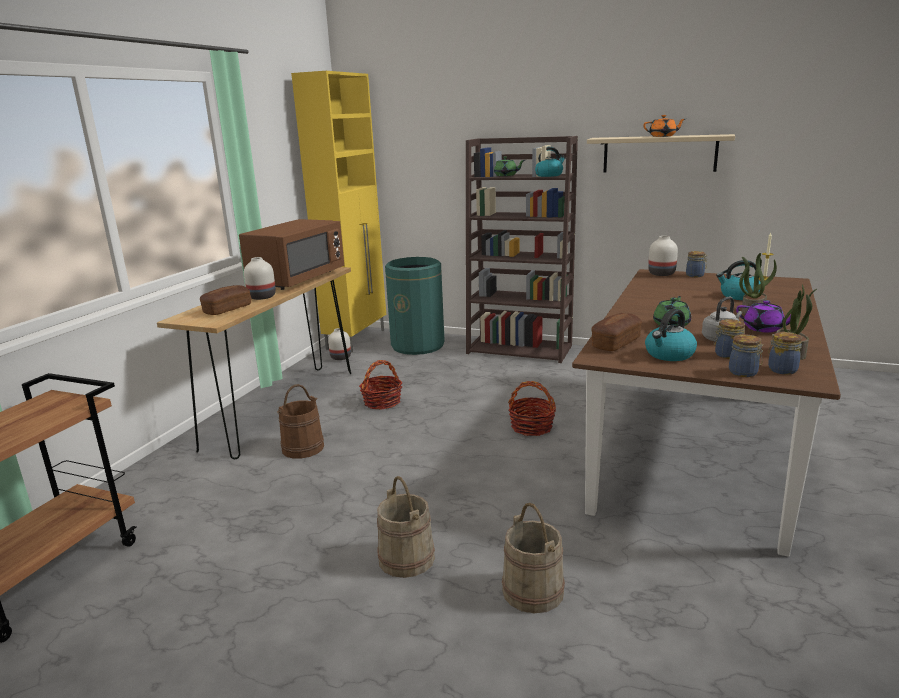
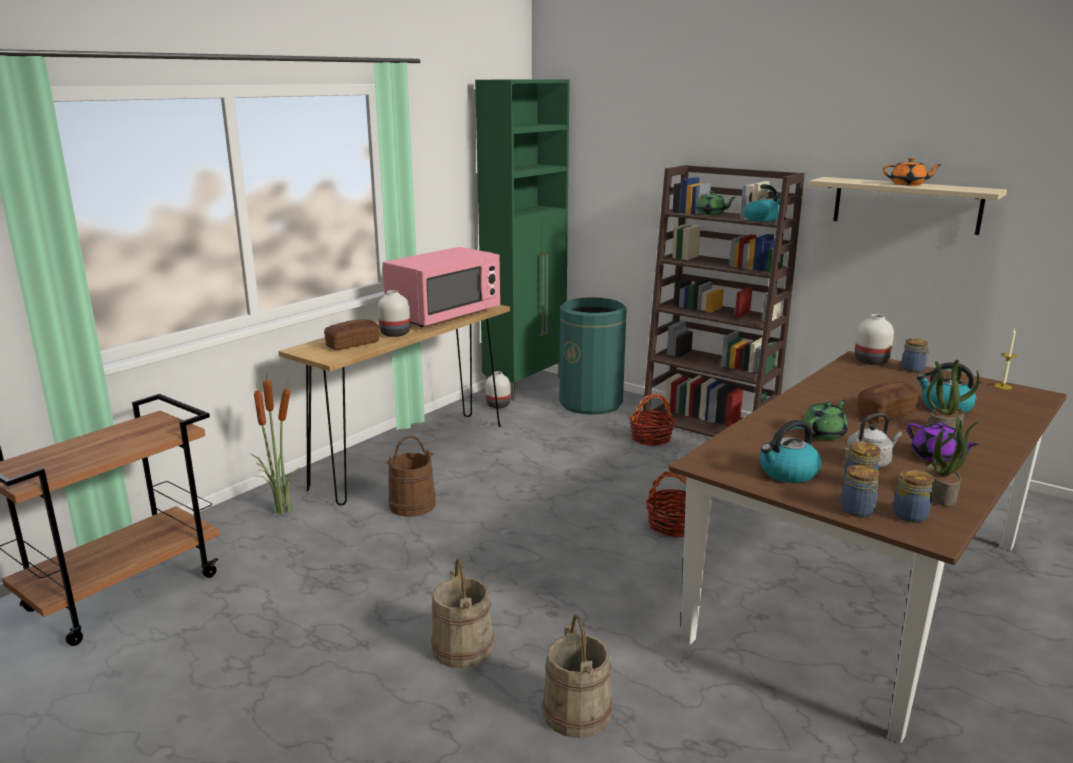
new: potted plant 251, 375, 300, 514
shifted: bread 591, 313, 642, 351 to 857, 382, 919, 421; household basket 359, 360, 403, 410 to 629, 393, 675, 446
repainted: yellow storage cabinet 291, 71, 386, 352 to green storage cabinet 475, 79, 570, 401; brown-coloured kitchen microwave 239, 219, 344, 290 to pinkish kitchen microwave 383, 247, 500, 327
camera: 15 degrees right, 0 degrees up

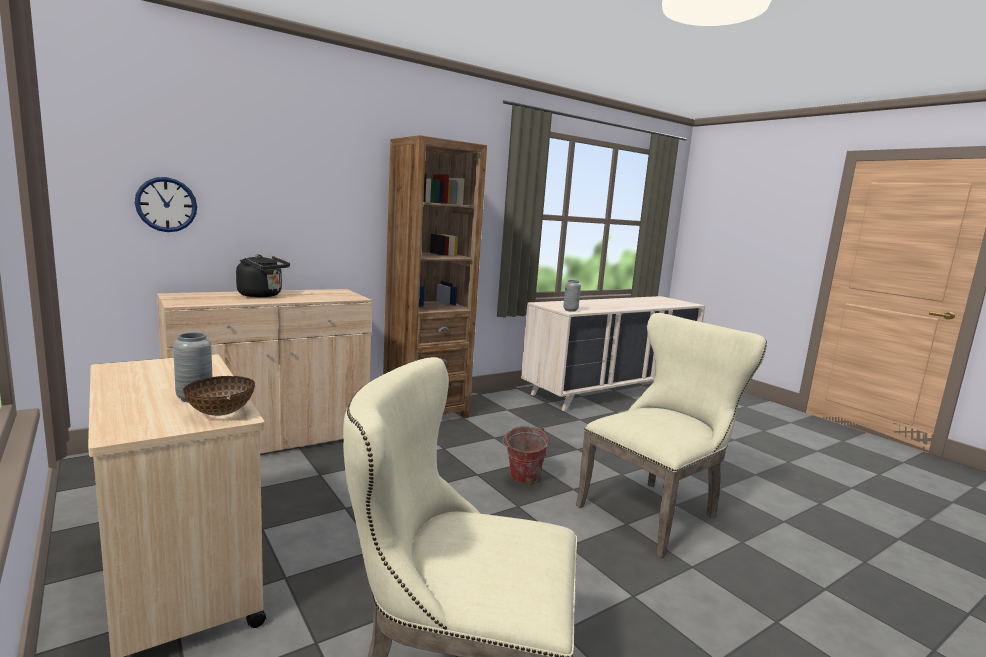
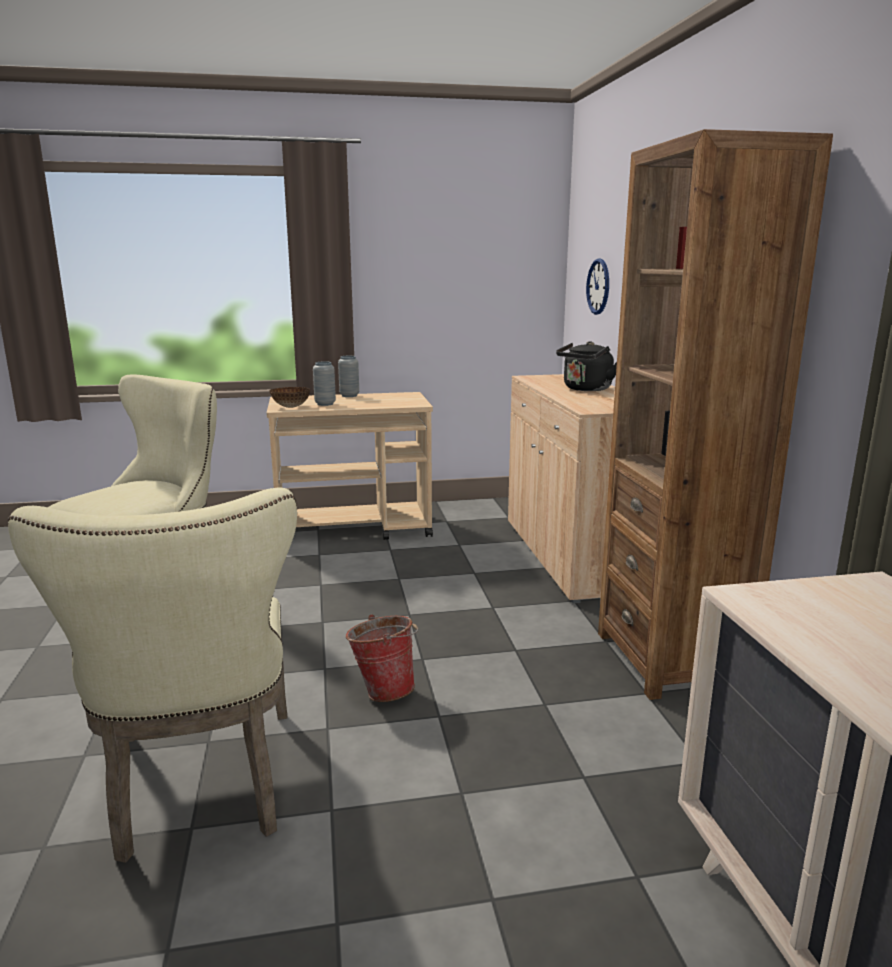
shifted: grey vase 563, 280, 581, 312 to 338, 356, 359, 397
camera: 115 degrees right, 5 degrees up

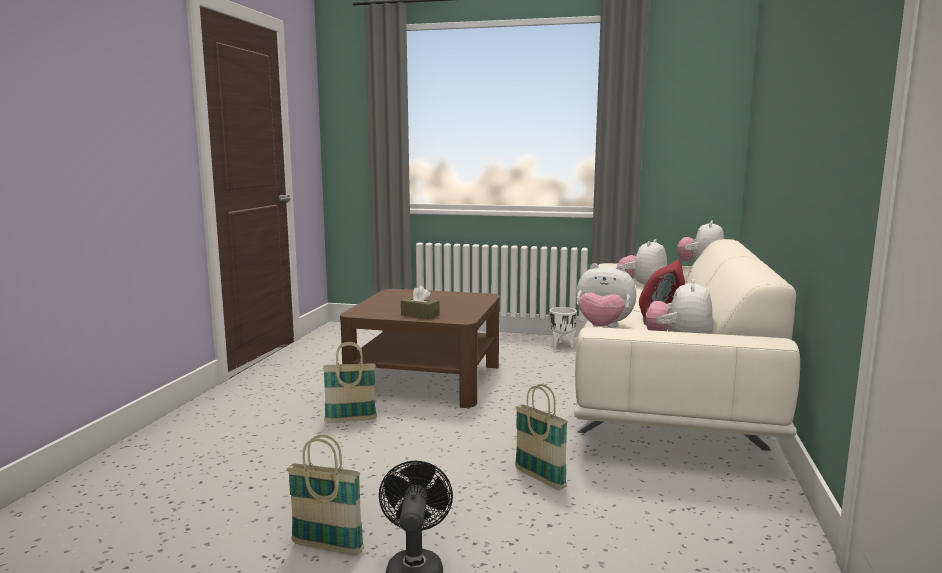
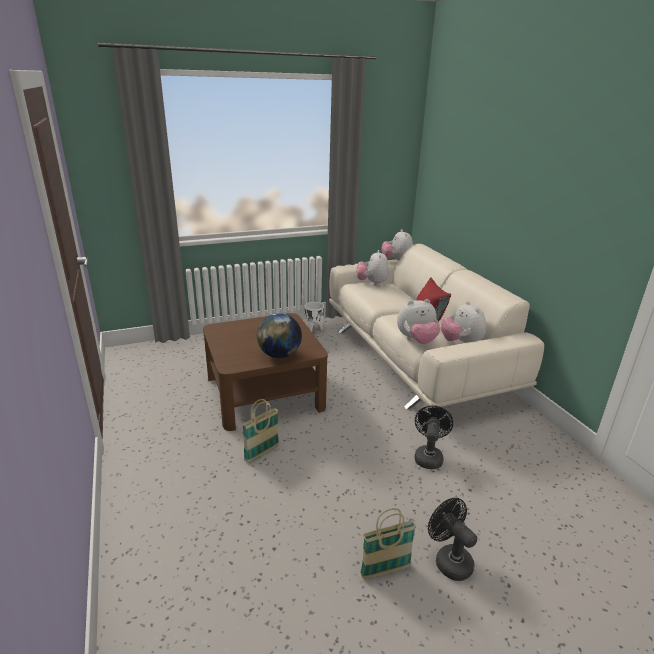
swapped: brown-coloured box of tissues 401, 286, 440, 319 to world globe 257, 313, 302, 358; household basket 515, 384, 568, 490 to black fan 414, 405, 453, 469
camera: 35 degrees left, 15 degrees up

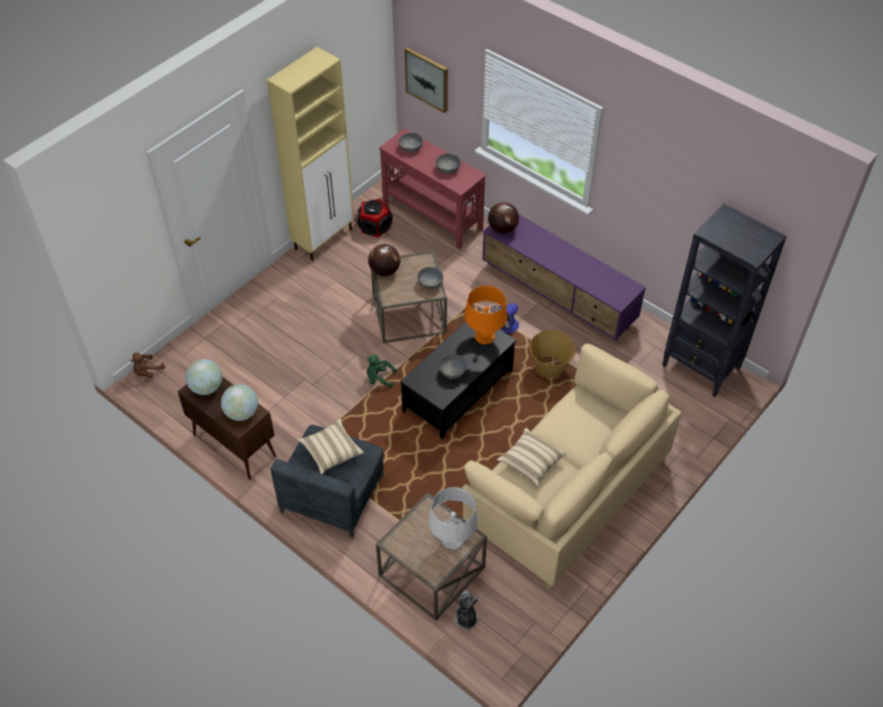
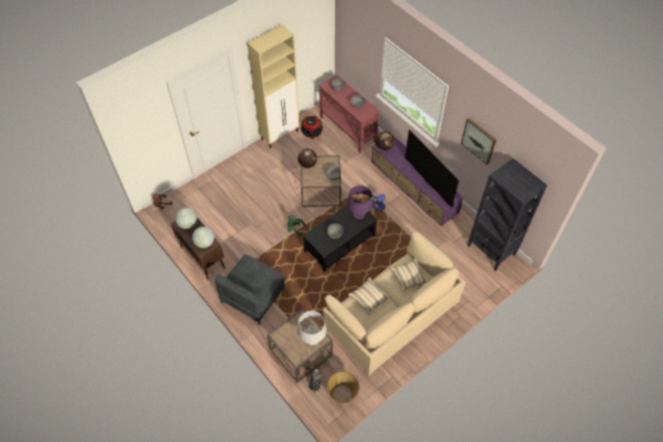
new: TV set 405, 129, 459, 208
shifted: wall picture 405, 47, 448, 113 to 461, 118, 496, 165; household basket 529, 330, 576, 378 to 327, 371, 360, 404; sand-coloured pillow 297, 419, 364, 474 to 390, 258, 428, 292
repainted: orangey tabletop lamp 465, 286, 507, 345 to purple-coloured tabletop lamp 347, 185, 373, 219
camera: 10 degrees right, 5 degrees up

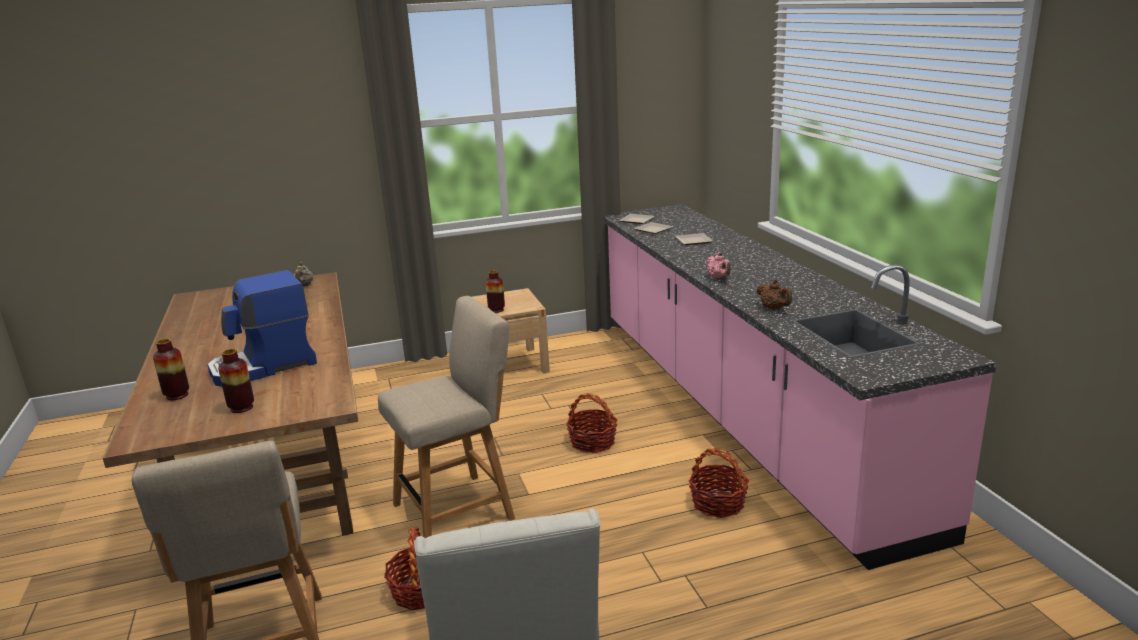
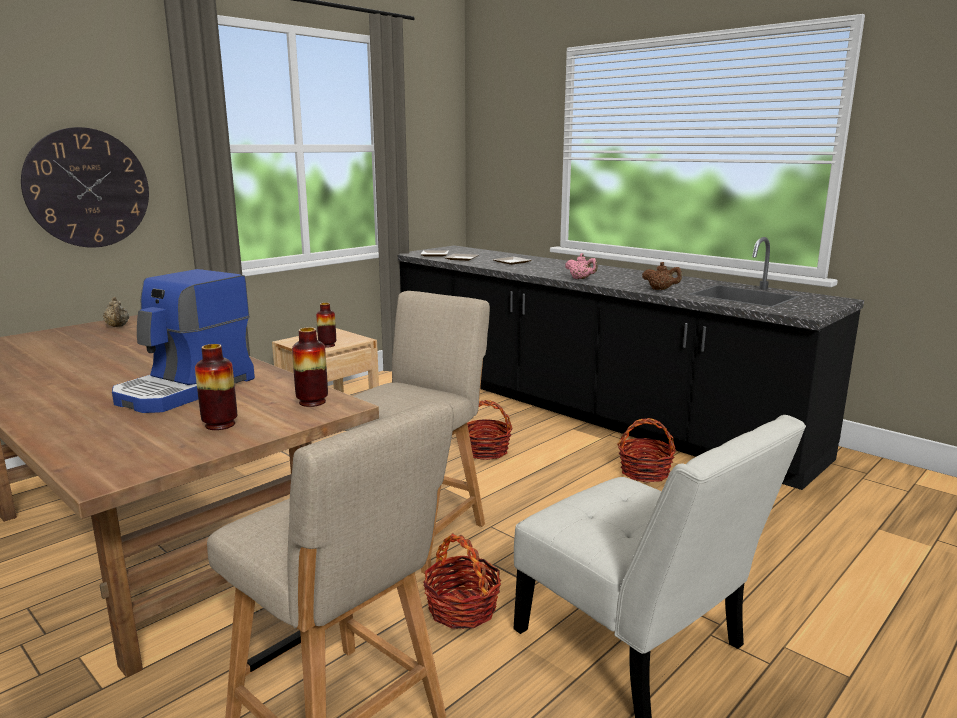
new: clock on the wall 21, 127, 149, 248
shifted: vase 153, 339, 189, 400 to 292, 327, 328, 407
repainted: pinkish kitchen base unit 604, 204, 997, 570 to black kitchen base unit 398, 237, 864, 490
camera: 30 degrees left, 5 degrees down

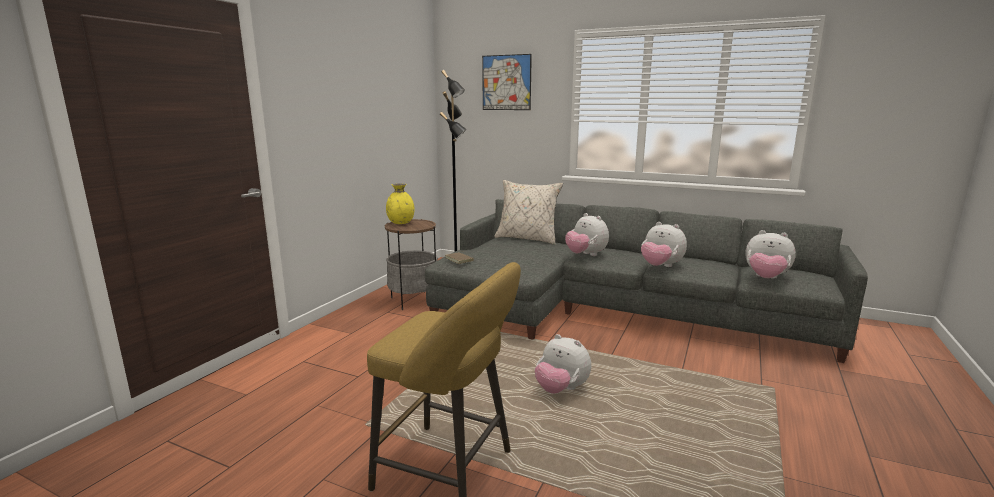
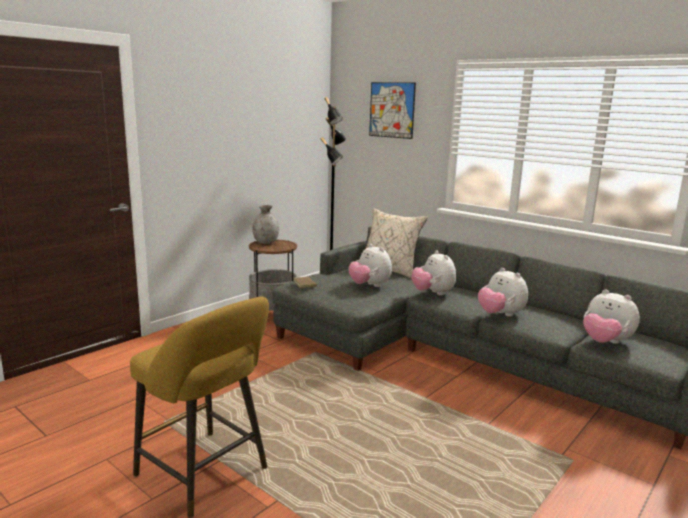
shifted: cuddly toy 535, 334, 591, 394 to 349, 244, 392, 287
repainted: yellow vase 386, 183, 415, 224 to grey vase 252, 205, 279, 244
camera: 15 degrees right, 0 degrees up

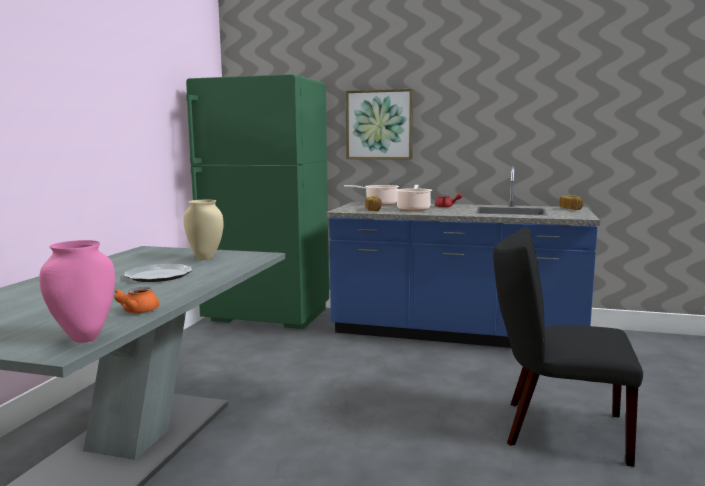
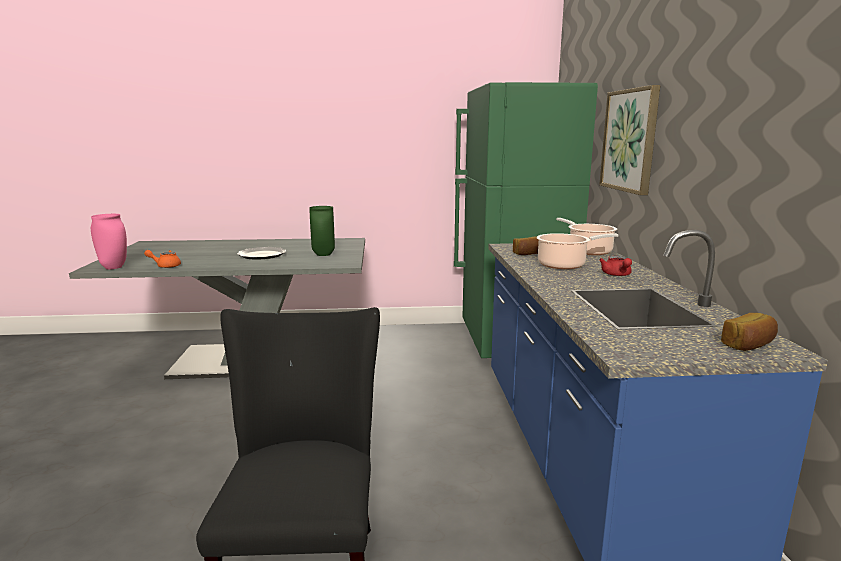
repainted: sand-coloured vase 183, 200, 224, 260 to green vase 309, 206, 335, 256
camera: 70 degrees right, 5 degrees up

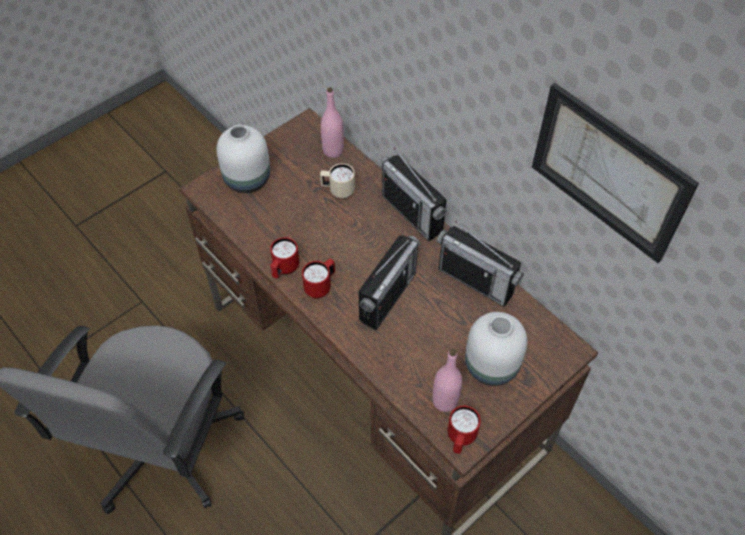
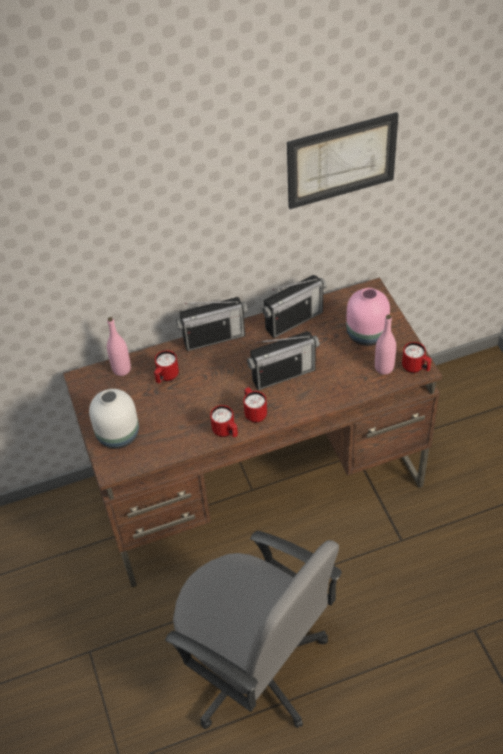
repainted: sand-coloured mug 320, 163, 355, 199 to reddish mug 154, 350, 179, 383; whitish vase 465, 312, 527, 386 to pinkish vase 346, 288, 390, 346
rotated: radio set 358, 235, 420, 330 = 247, 331, 320, 390 105 degrees clockwise
camera: 65 degrees left, 5 degrees down

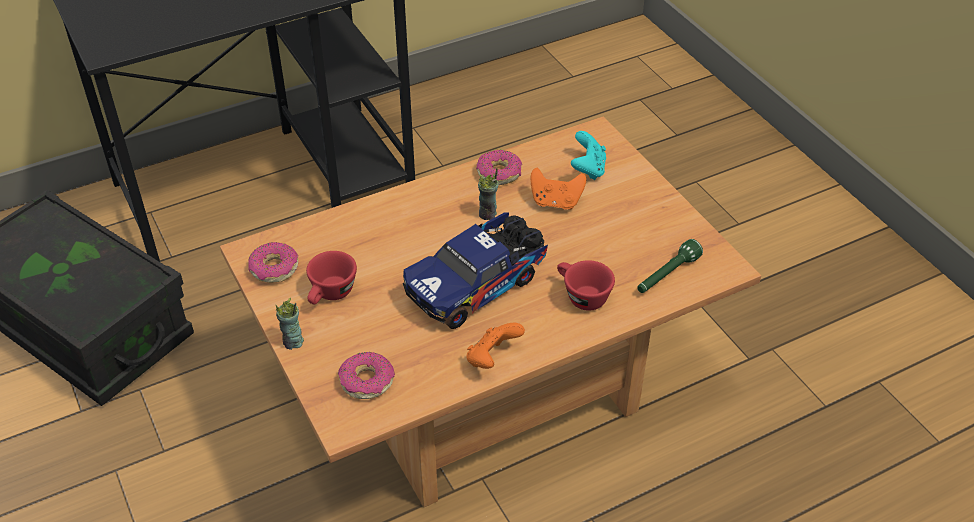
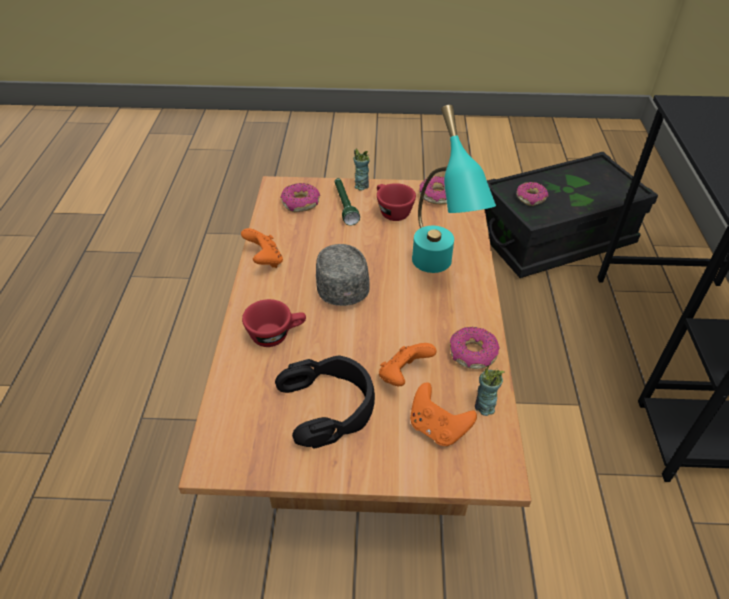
new: turquoise-coloured tabletop lamp 412, 105, 496, 273; donut 517, 182, 549, 206; black pair of headphones 275, 355, 375, 449
shifted: drinking cup 478, 168, 499, 220 to 475, 365, 505, 416; green torch 637, 239, 703, 293 to 335, 178, 360, 225
swapped: model truck 403, 212, 548, 329 to grey baseball cap 316, 244, 370, 306
repainted: turquoise-coloured joypad 571, 131, 606, 180 to orangey joypad 410, 383, 477, 446
camera: 120 degrees right, 0 degrees up

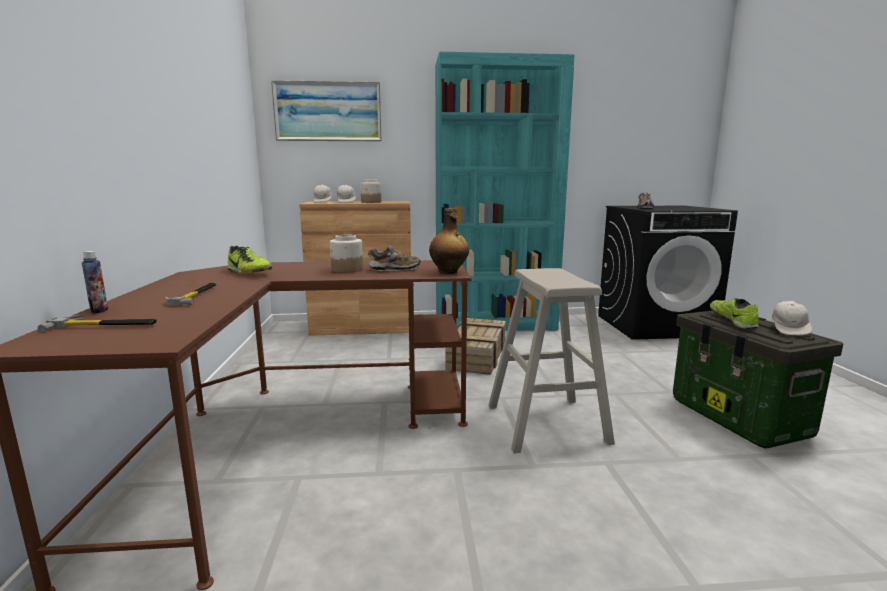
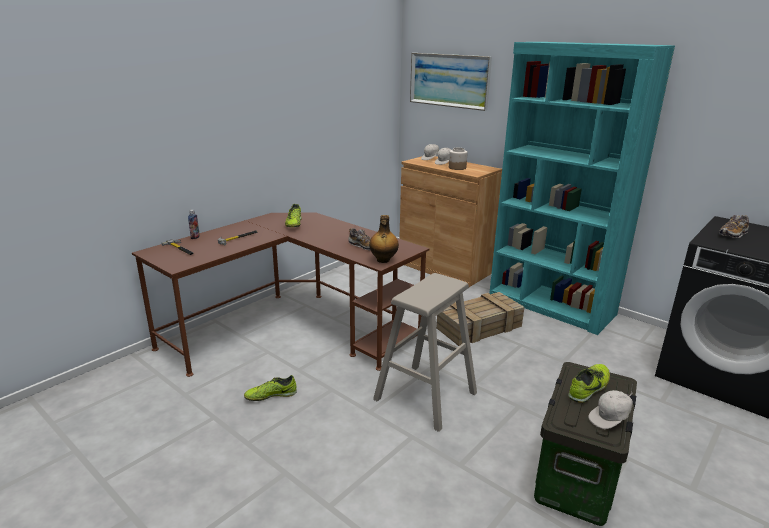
gone: jar 330, 235, 363, 273
new: shoe 244, 375, 297, 401
camera: 45 degrees right, 10 degrees up

